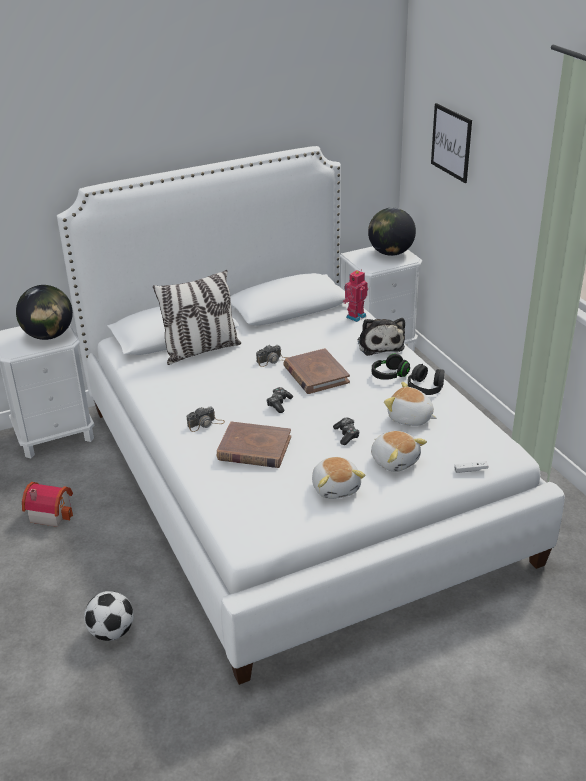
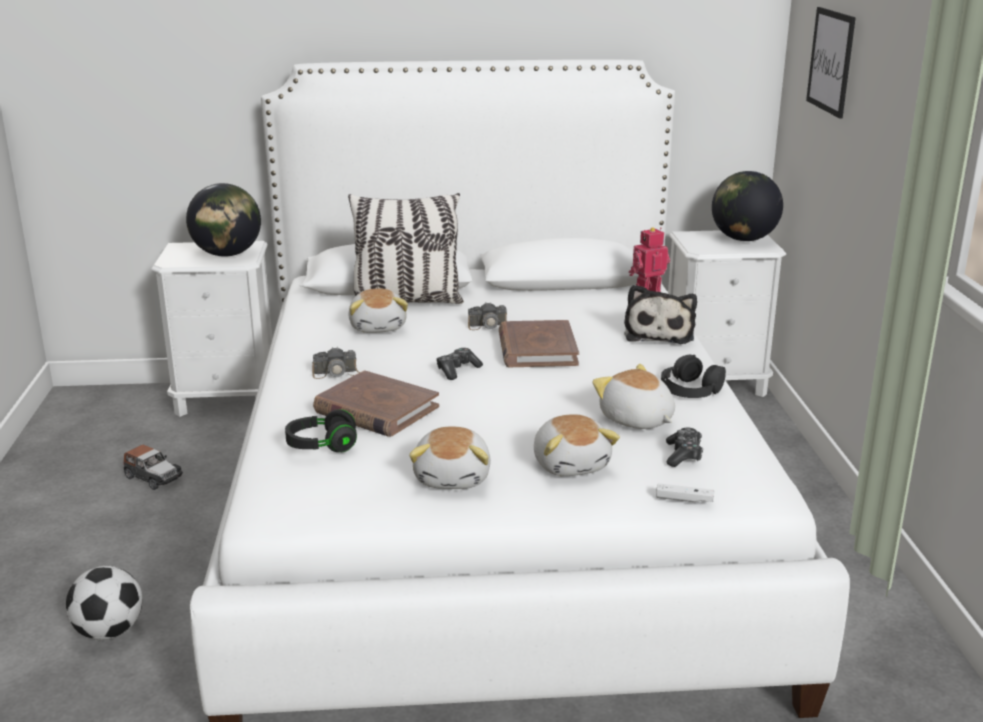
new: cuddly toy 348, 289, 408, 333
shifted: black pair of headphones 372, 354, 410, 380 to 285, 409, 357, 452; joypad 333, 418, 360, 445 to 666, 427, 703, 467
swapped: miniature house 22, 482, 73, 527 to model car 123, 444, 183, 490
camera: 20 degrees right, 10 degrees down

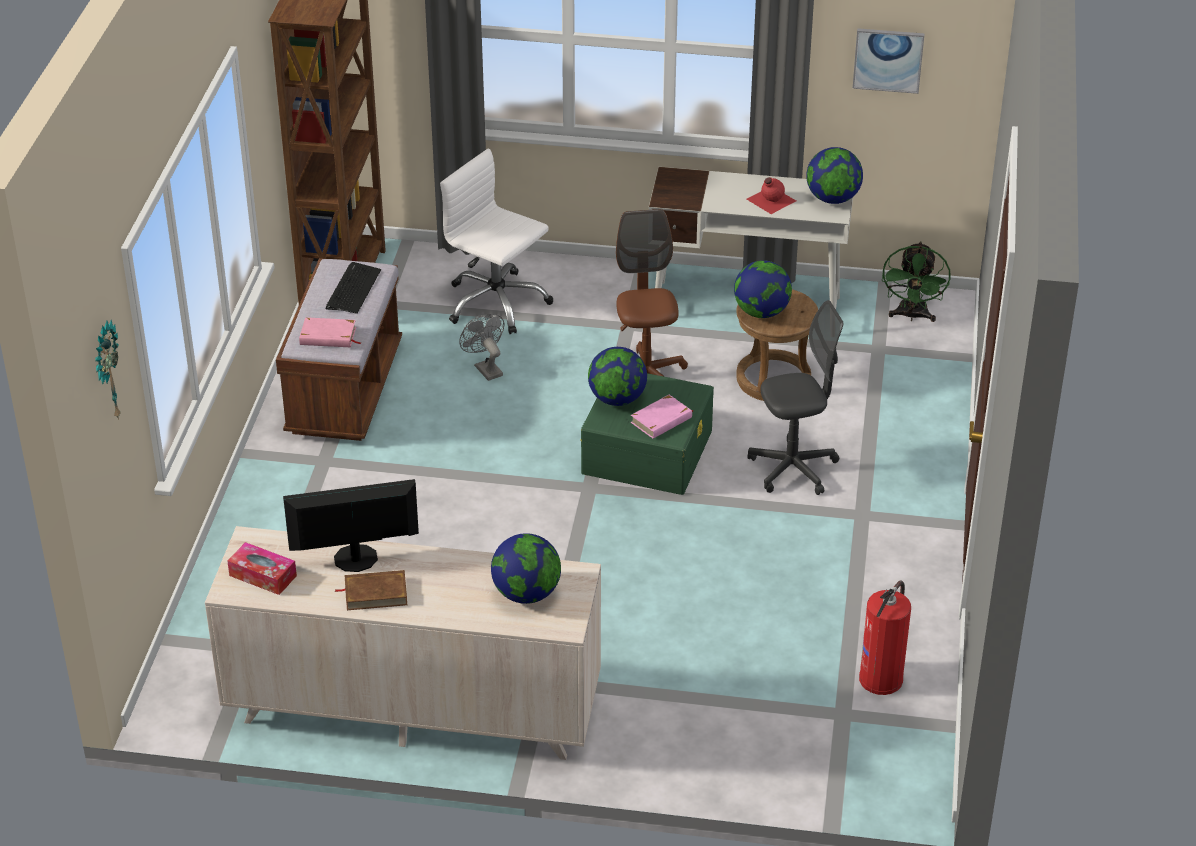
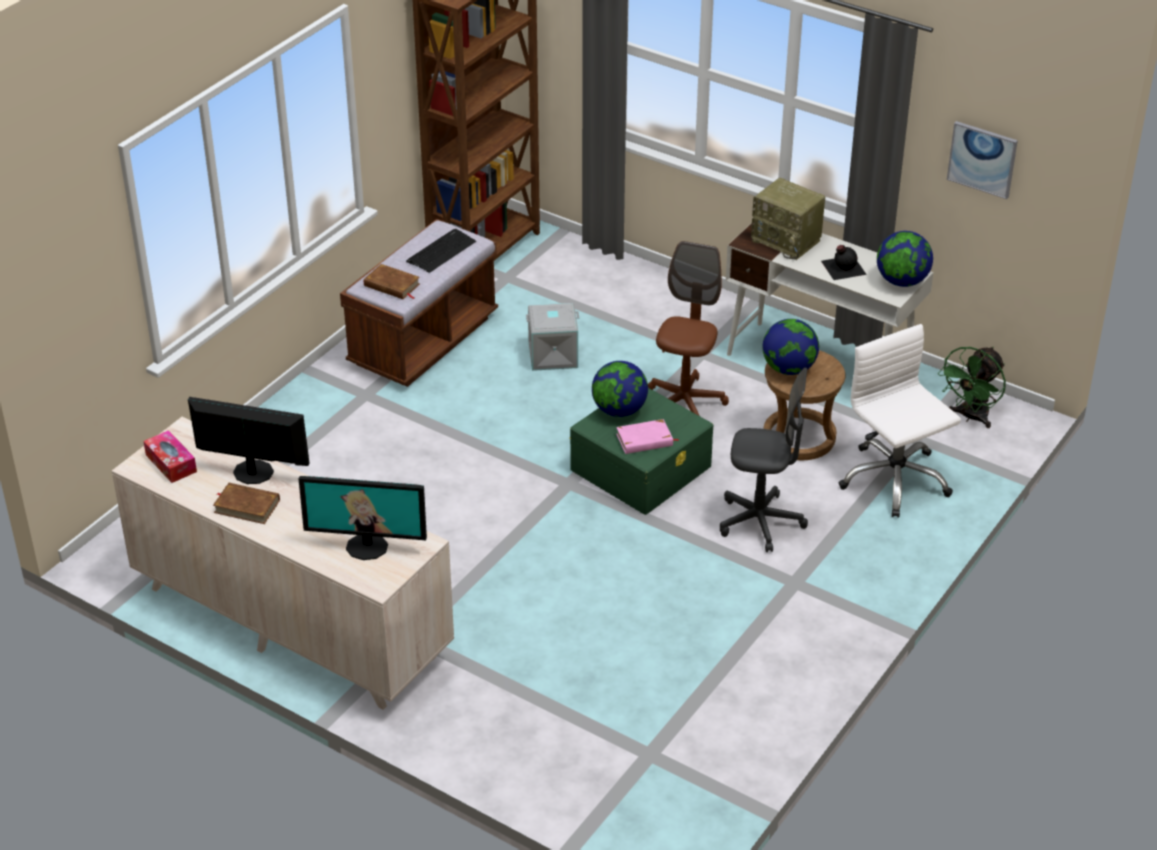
gone: clock on the wall 95, 320, 121, 420; fire-fighting cylinder 859, 580, 911, 695
new: radio set 751, 178, 825, 260
shifted: whitish computer chair 440, 148, 553, 334 to 839, 324, 961, 518
swapped: grey fan 459, 314, 504, 381 to grey storage box 526, 303, 579, 371; world globe 491, 533, 561, 604 to monitor 299, 476, 427, 560
repainted: reddish beverage bottle 746, 177, 796, 214 to black beverage bottle 821, 245, 867, 280; pinkish book 299, 317, 361, 347 to brown-coloured book 364, 264, 420, 299
camera: 25 degrees right, 0 degrees up

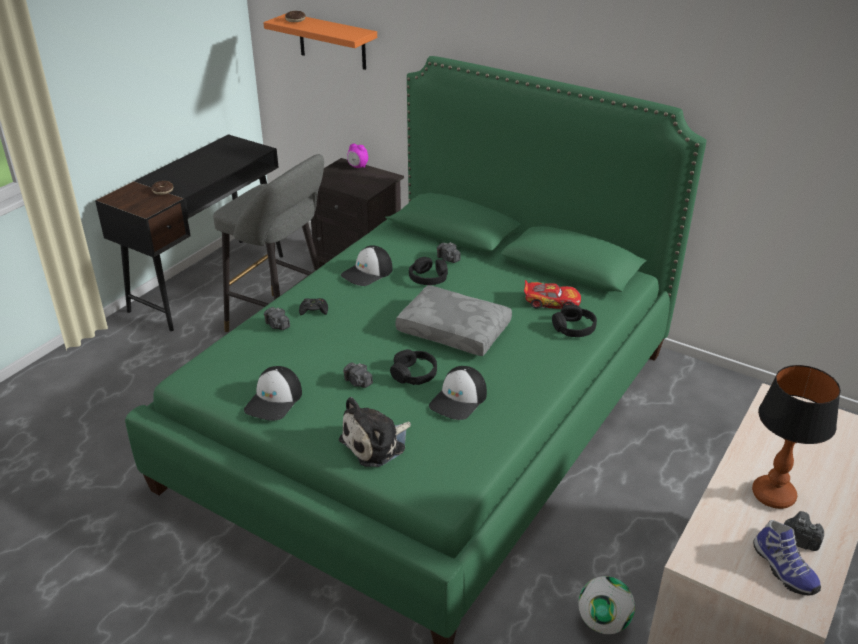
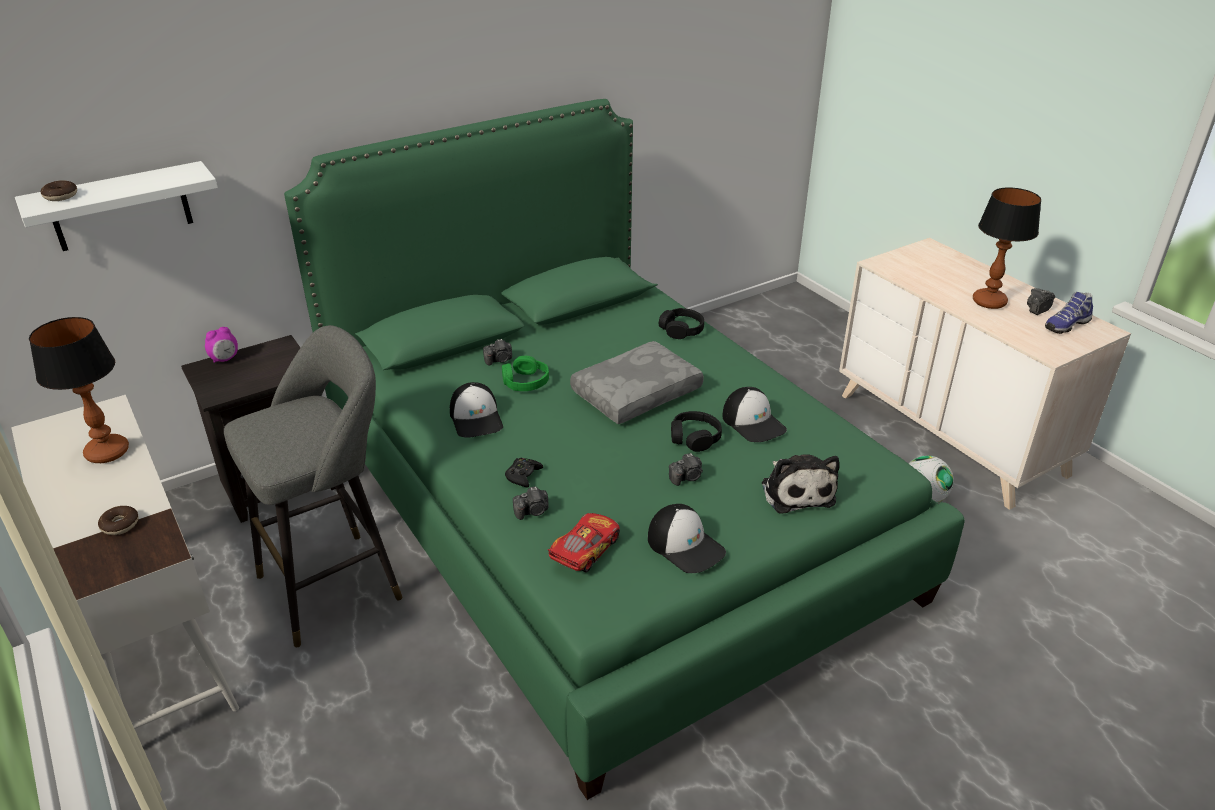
new: tabletop lamp 29, 317, 129, 463
shifted: model car 524, 280, 581, 309 to 548, 513, 620, 572
repainted: orangey wall shelf 263, 14, 377, 70 to whitish wall shelf 15, 161, 218, 251; black desk 95, 134, 283, 331 to whitish desk 11, 395, 239, 729; black pair of headphones 409, 257, 448, 285 to green pair of headphones 502, 356, 549, 391
rotated: shoe 753, 520, 821, 596 = 1045, 292, 1093, 334 150 degrees clockwise
camera: 65 degrees left, 0 degrees up

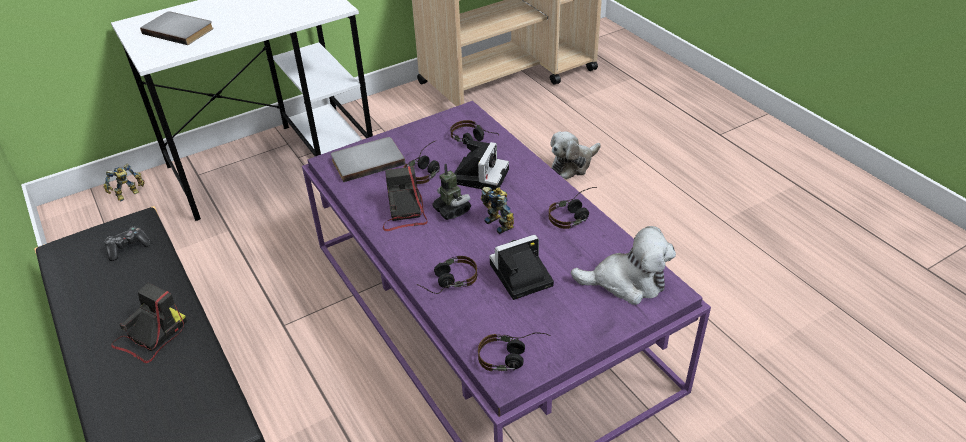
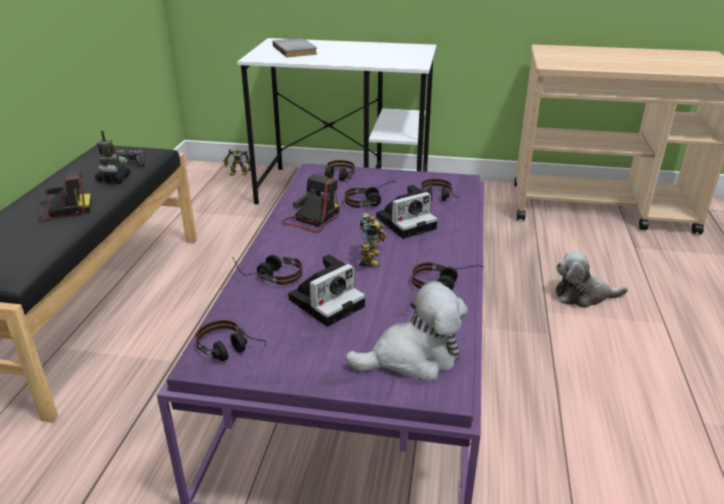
shifted: robot figure 432, 164, 471, 220 to 95, 131, 131, 184
swapped: grey book 331, 137, 405, 182 to pair of headphones 324, 160, 355, 181
rotated: cuddly toy 571, 226, 676, 305 = 345, 281, 468, 382 60 degrees counterclockwise; still camera 489, 235, 554, 300 = 288, 254, 365, 327 120 degrees clockwise
camera: 40 degrees right, 10 degrees down

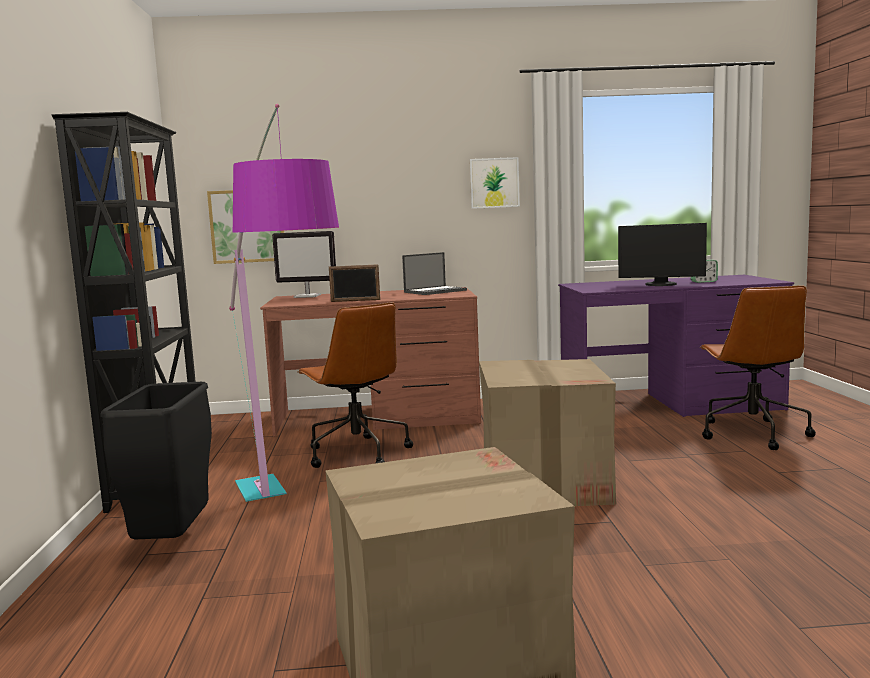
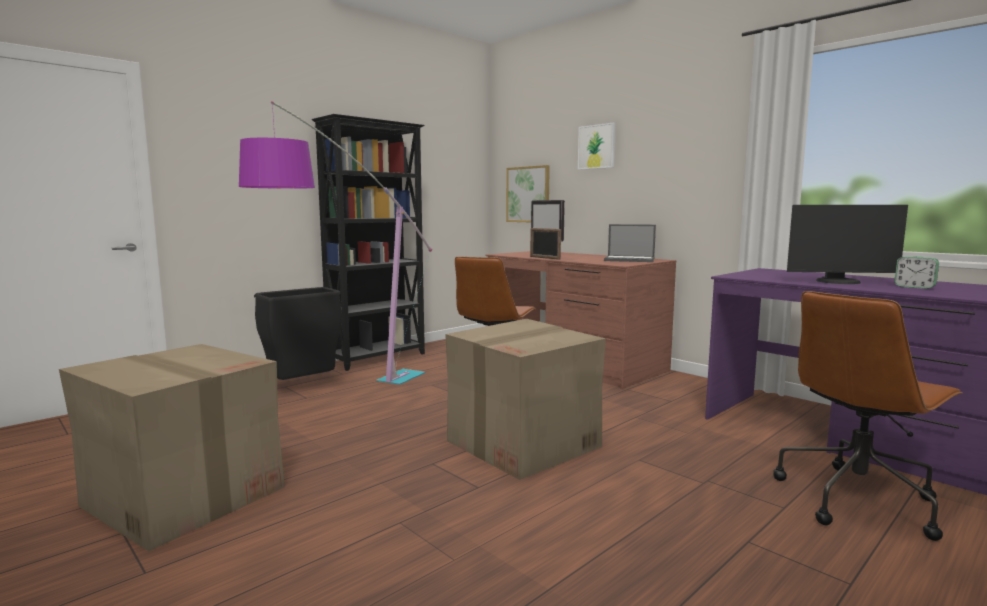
shifted: wall picture 470, 157, 520, 209 to 578, 122, 615, 170
rotated: monitor 618, 223, 707, 286 = 787, 205, 908, 284 60 degrees counterclockwise
camera: 50 degrees right, 0 degrees up

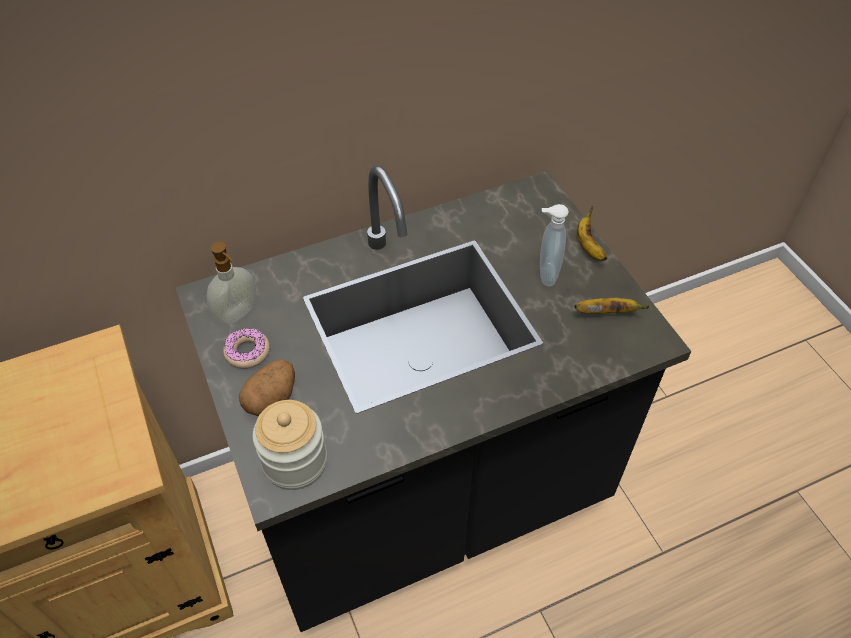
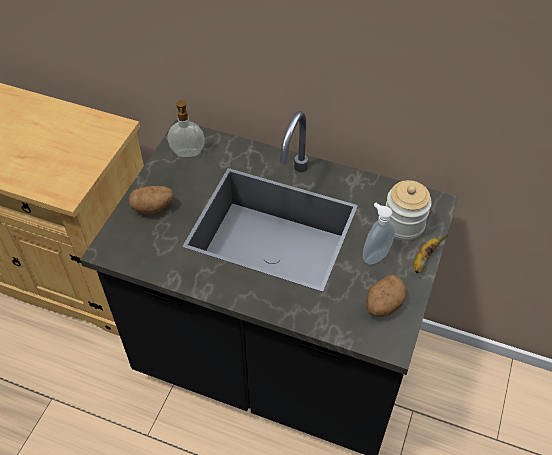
gone: donut 223, 328, 270, 369
shifted: jar 253, 400, 327, 490 to 386, 180, 432, 241
swapped: banana fruit 574, 298, 649, 314 to spud 366, 275, 407, 317
camera: 45 degrees right, 0 degrees up

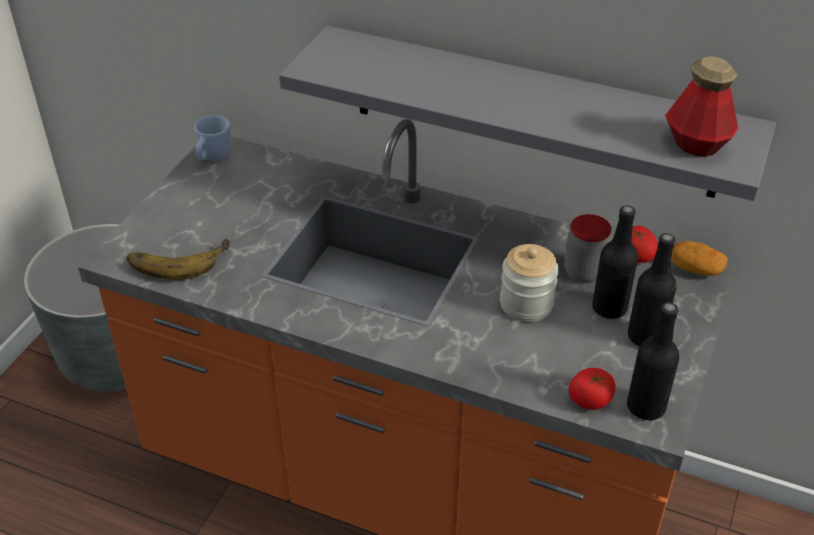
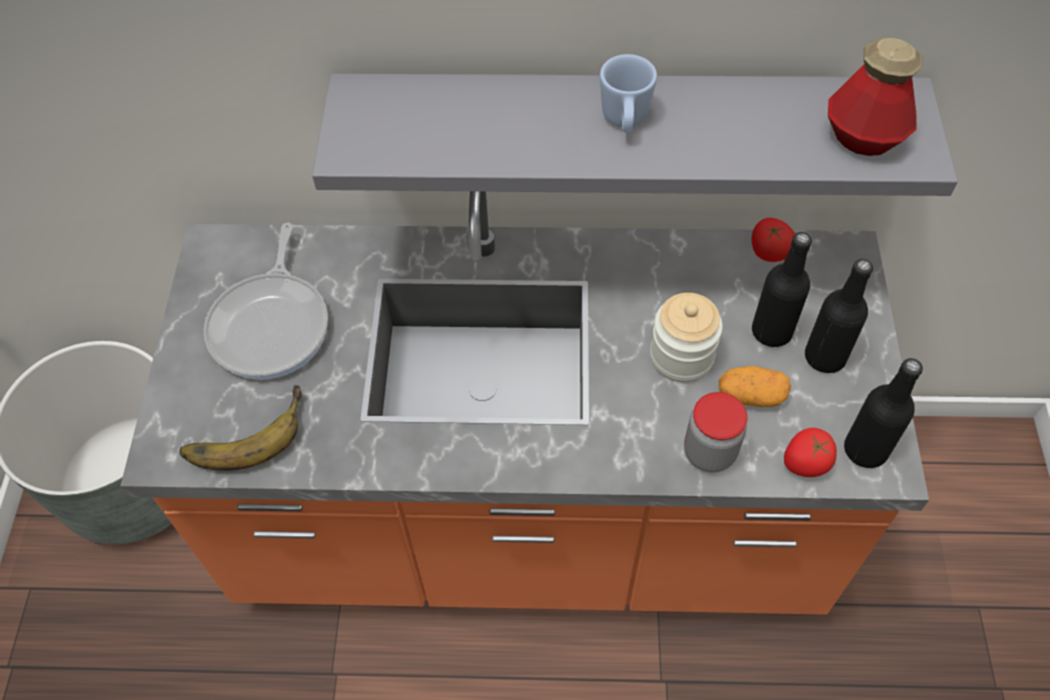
new: frying pan 204, 223, 328, 380
shifted: bluish mug 194, 115, 231, 161 to 600, 54, 657, 133; jar 564, 214, 611, 282 to 684, 392, 748, 473; spud 671, 241, 728, 276 to 719, 366, 791, 407
camera: 20 degrees left, 15 degrees up

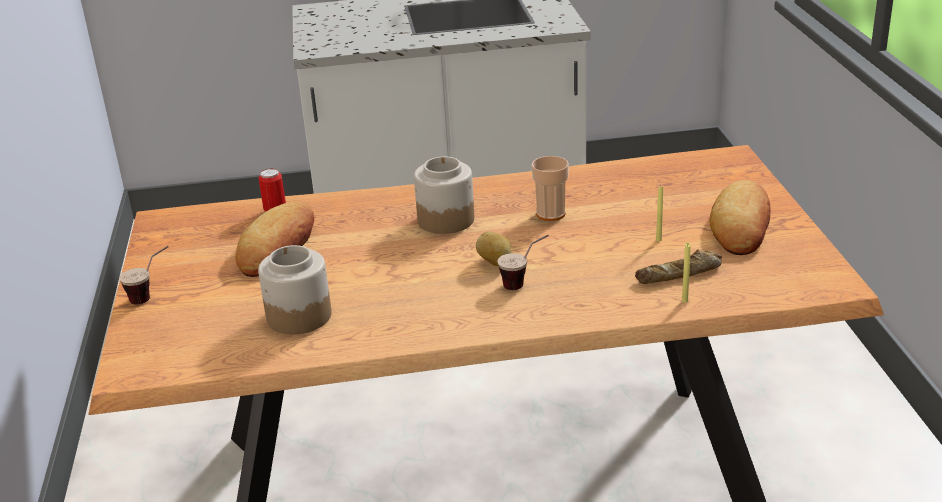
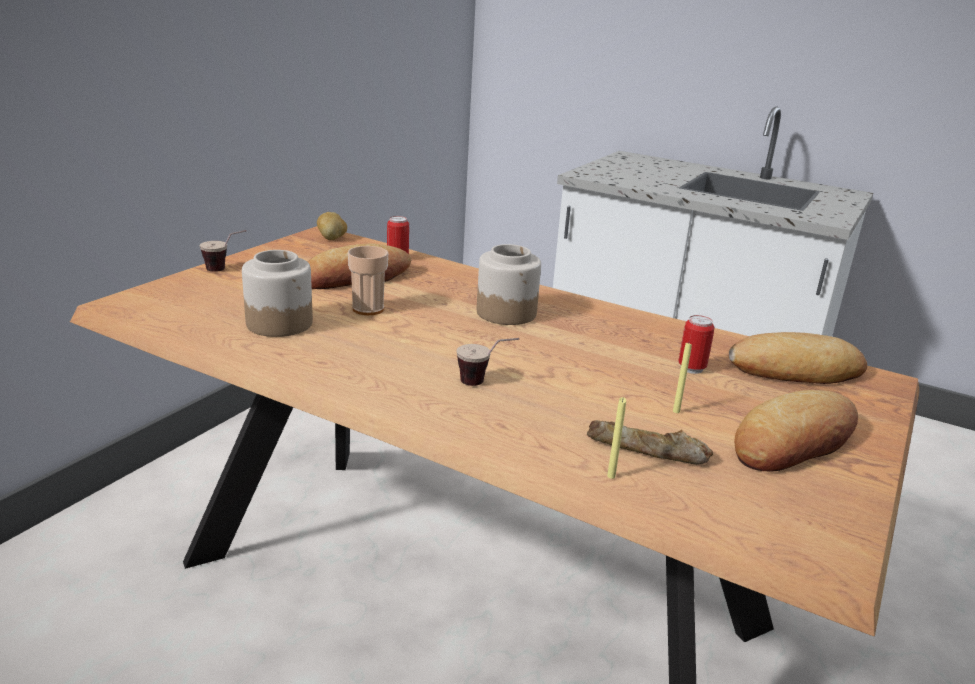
new: sealed can 678, 315, 715, 374; bread 729, 332, 867, 384
shifted: drinking cup 531, 156, 569, 221 to 348, 246, 388, 315; spud 476, 231, 511, 266 to 317, 212, 347, 240
camera: 35 degrees right, 5 degrees down

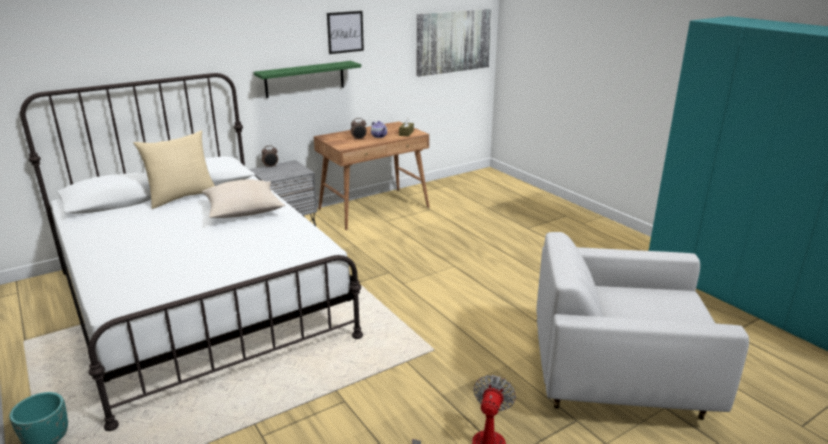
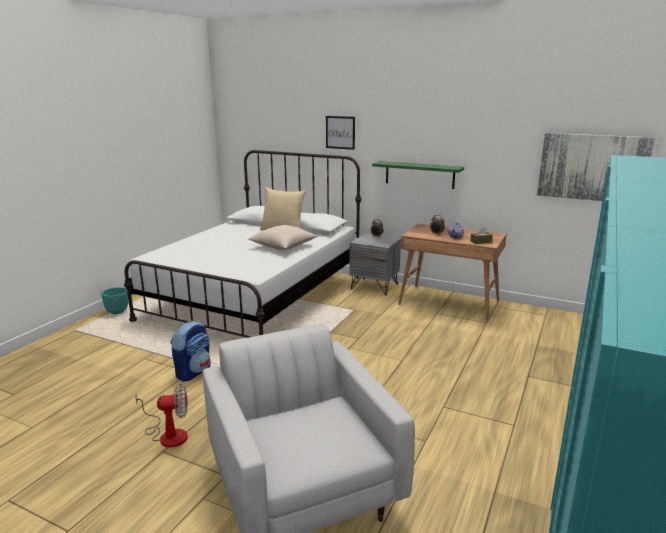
new: knapsack 171, 321, 210, 382
shifted: wall picture 327, 11, 364, 54 to 326, 116, 355, 150
camera: 60 degrees right, 5 degrees down

